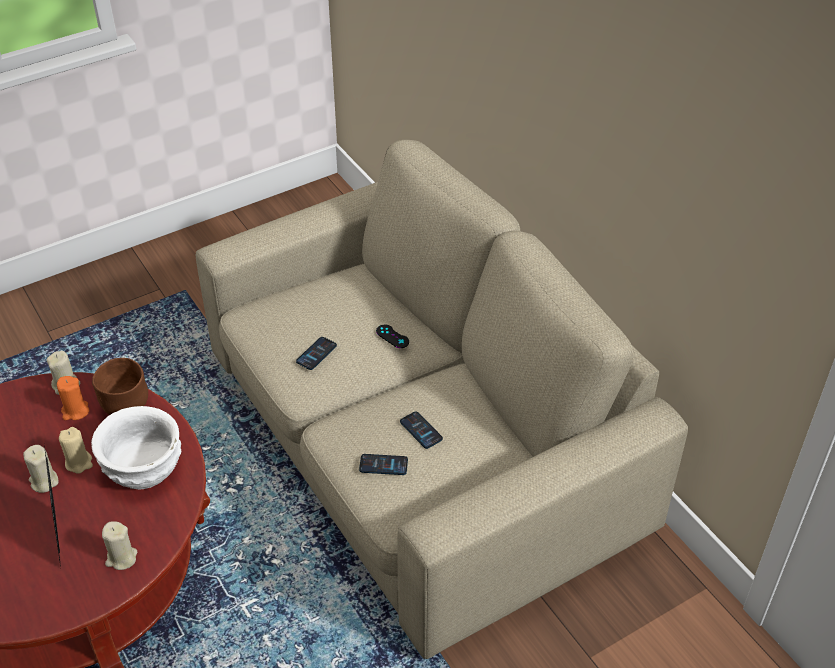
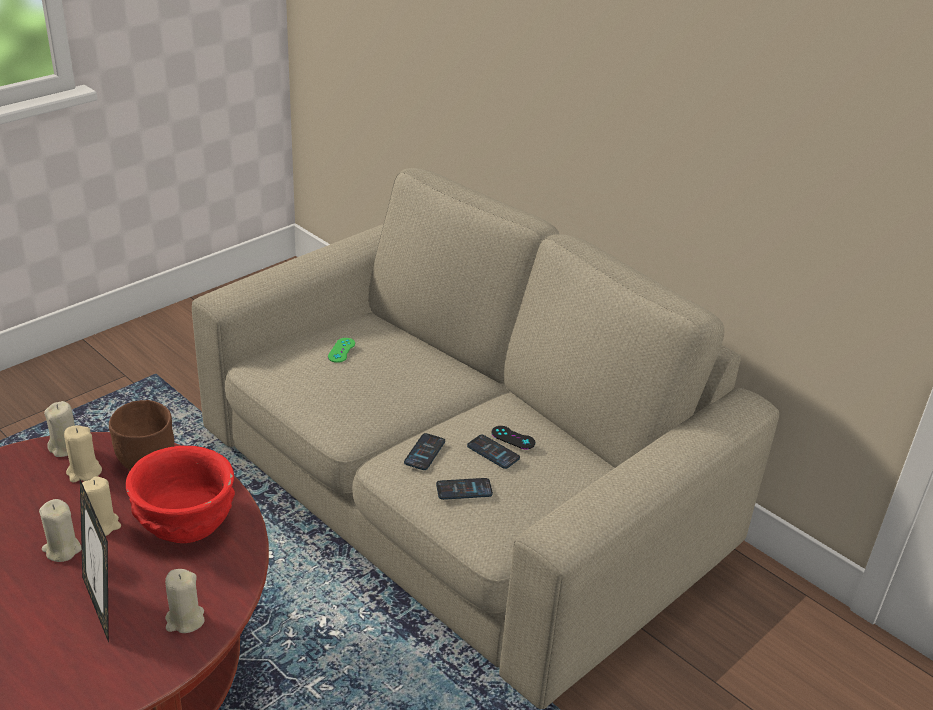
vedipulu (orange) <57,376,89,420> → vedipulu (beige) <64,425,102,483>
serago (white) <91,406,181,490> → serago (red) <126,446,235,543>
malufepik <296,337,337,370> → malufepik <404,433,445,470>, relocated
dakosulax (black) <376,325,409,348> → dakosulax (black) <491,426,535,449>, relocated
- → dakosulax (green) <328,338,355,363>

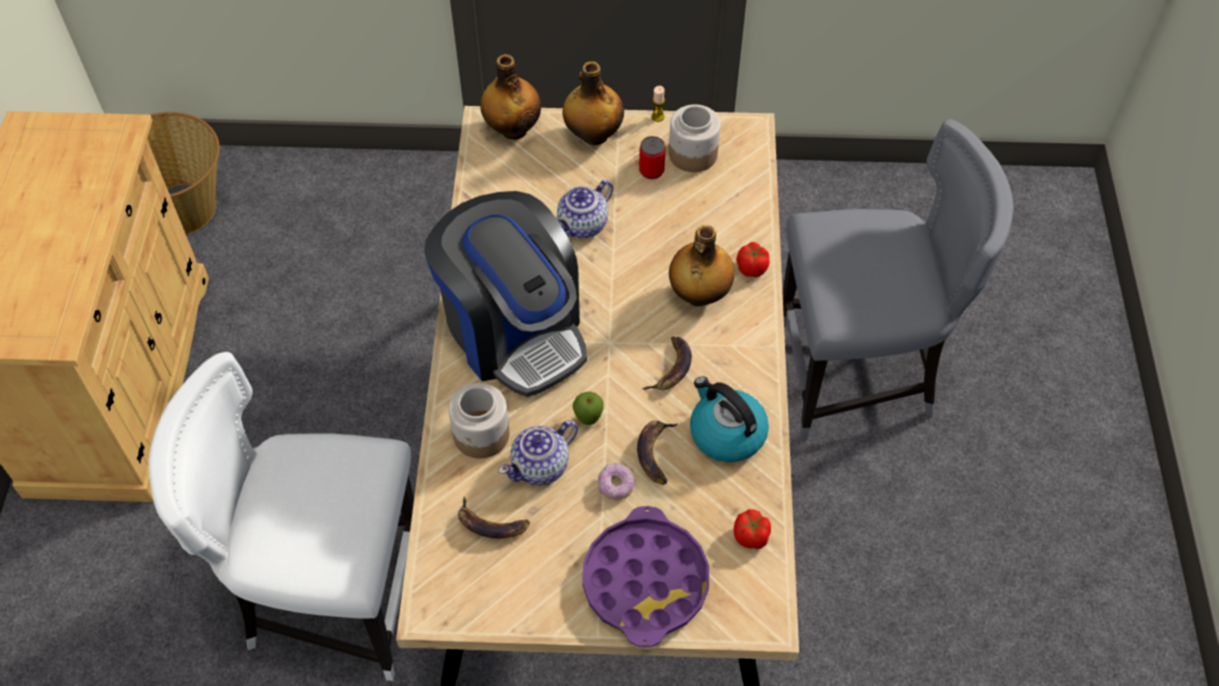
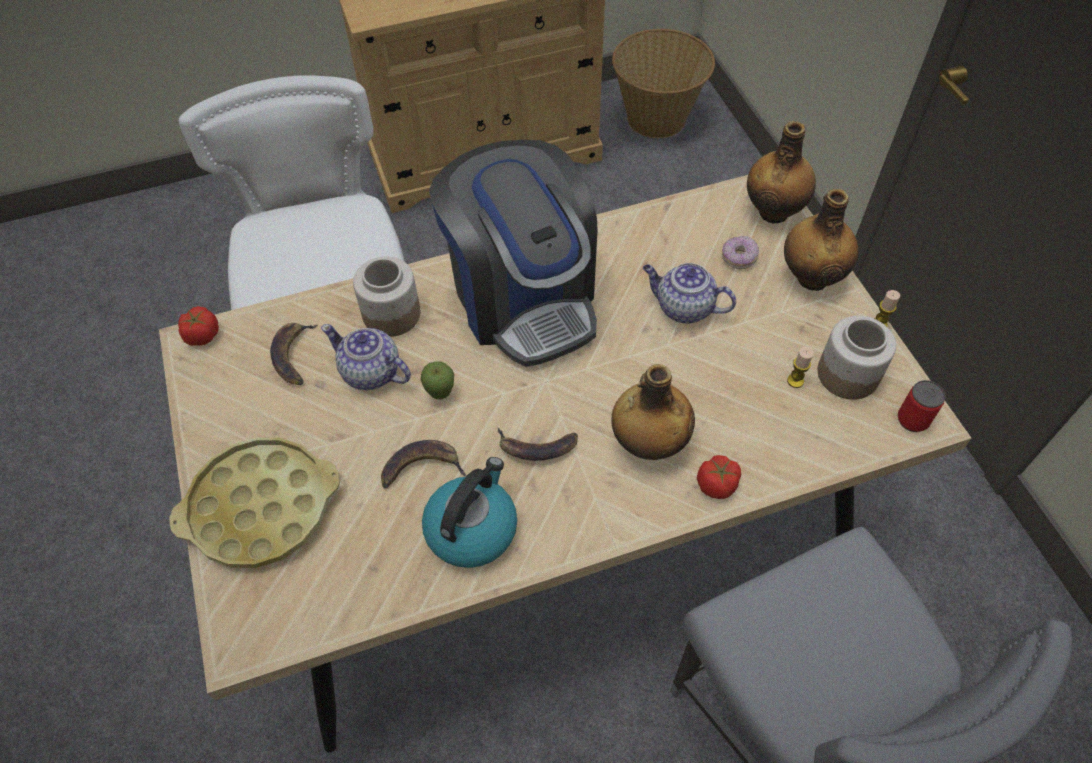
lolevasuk <424,191,587,397> → lolevasuk <429,140,598,367>, 60 degrees counterclockwise
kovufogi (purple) <582,506,709,647> → kovufogi (yellow) <170,438,340,568>
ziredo <598,463,635,500> → ziredo <722,236,759,269>, relocated
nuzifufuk <639,136,665,179> → nuzifufuk <898,380,946,432>, relocated
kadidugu <734,509,771,549> → kadidugu <178,306,219,346>, relocated
- → vedipulu <787,346,814,388>

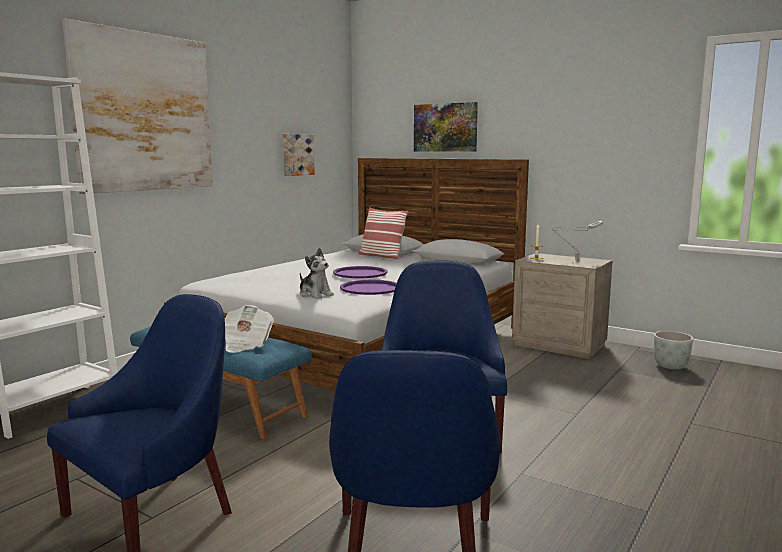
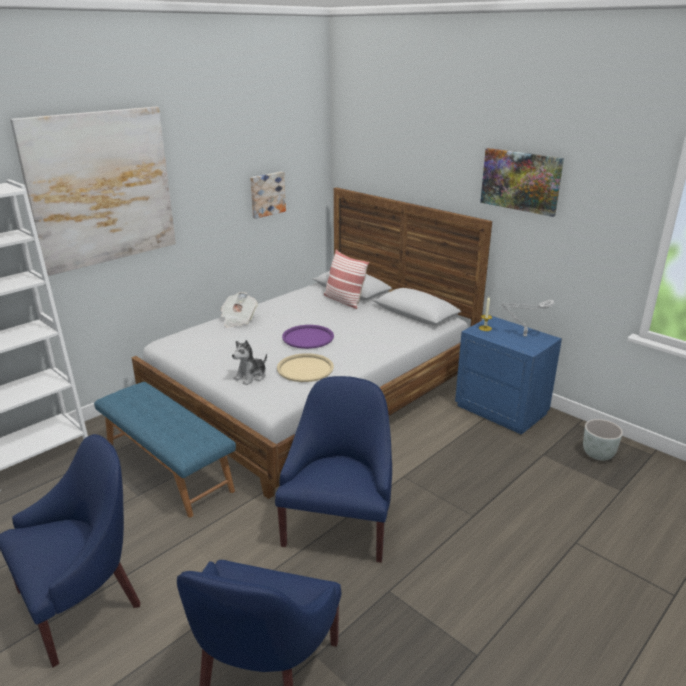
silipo <225,305,274,353> → silipo <221,292,258,328>, relocated
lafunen <300,248,334,299> → lafunen <232,340,267,385>, 75 degrees clockwise
kovufogi (purple) <340,280,397,295> → kovufogi (beige) <277,353,334,382>
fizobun <414,102,478,152> → fizobun <480,148,564,217>, relocated
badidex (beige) <512,253,613,359> → badidex (blue) <455,316,562,435>

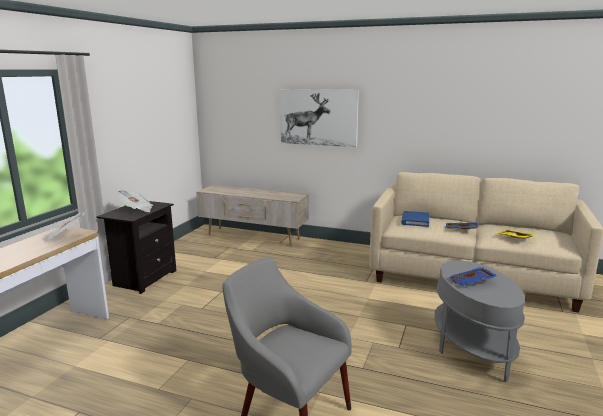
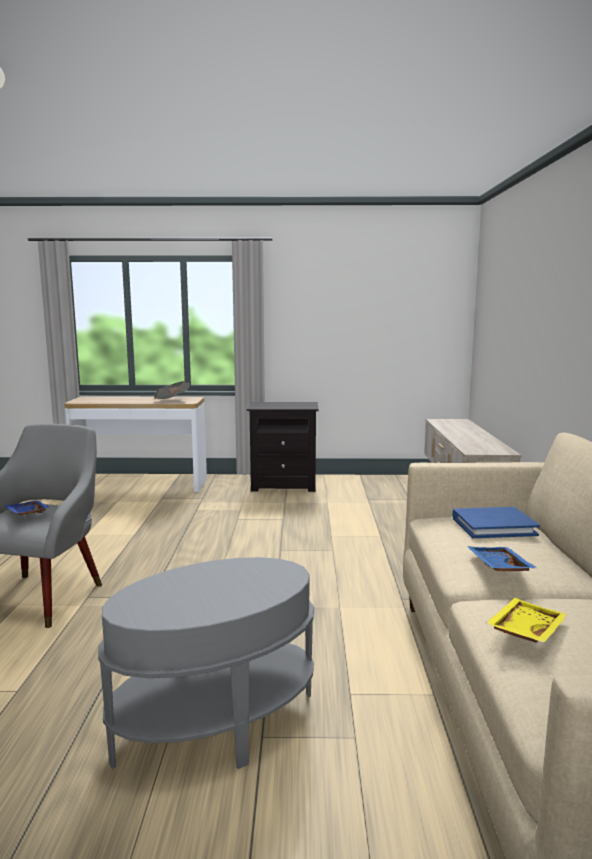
silipo <117,190,153,212> → -
fizobun <280,89,359,147> → -
kovufogi (blue) <448,267,497,286> → kovufogi (blue) <4,500,49,515>, relocated

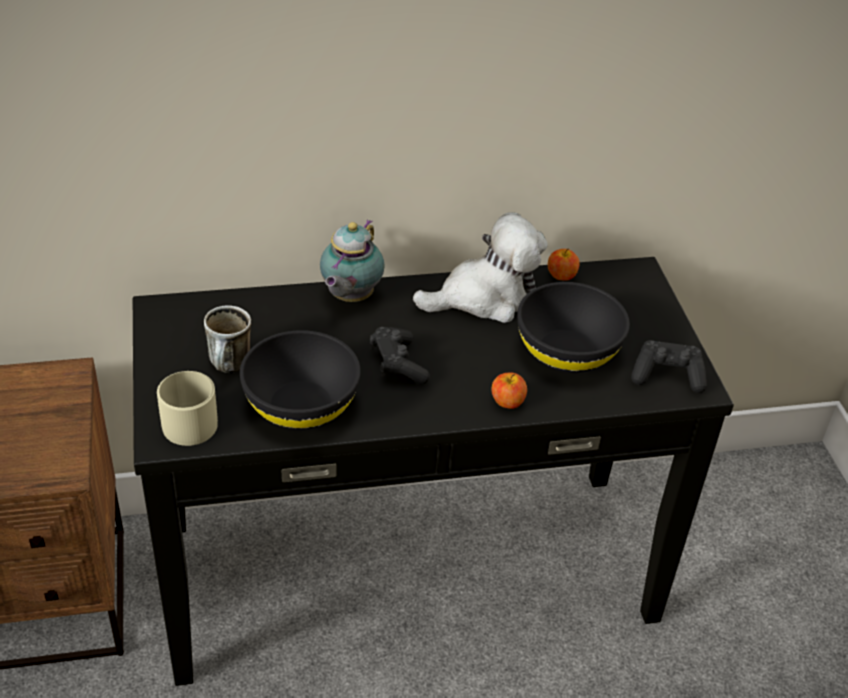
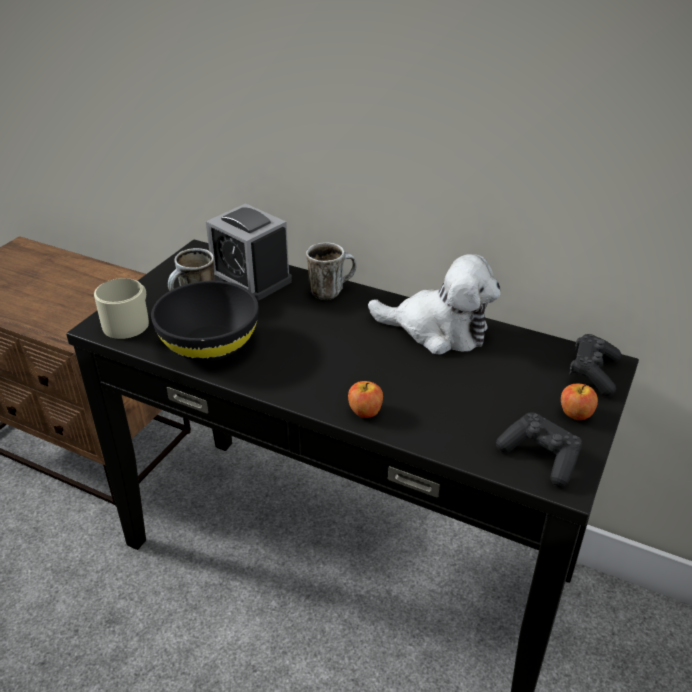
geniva <320,219,385,302> → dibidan <306,242,357,300>
dakosulax (black) <370,327,430,385> → dakosulax (black) <569,334,621,396>, relocated
serago (black) <517,282,630,373> → -
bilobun <548,248,580,281> → bilobun <561,384,598,420>, relocated
- → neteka <206,203,292,301>

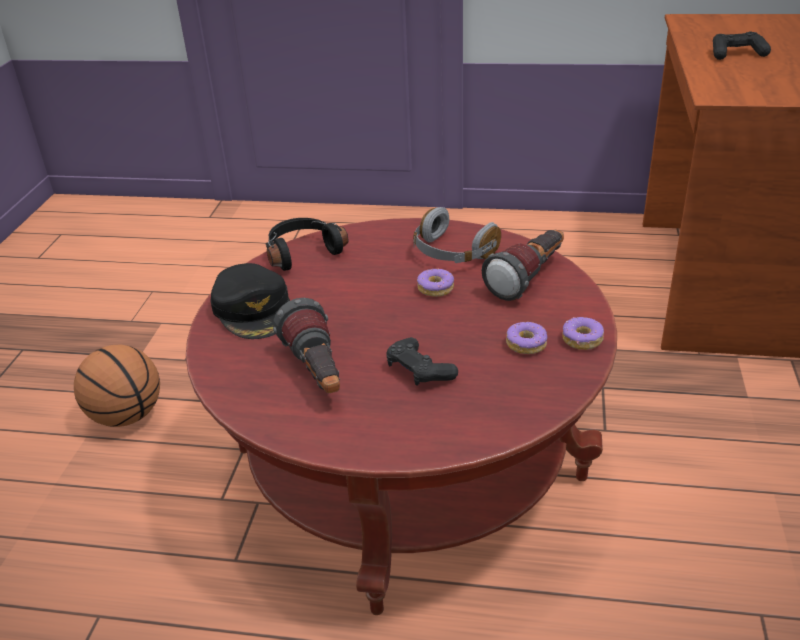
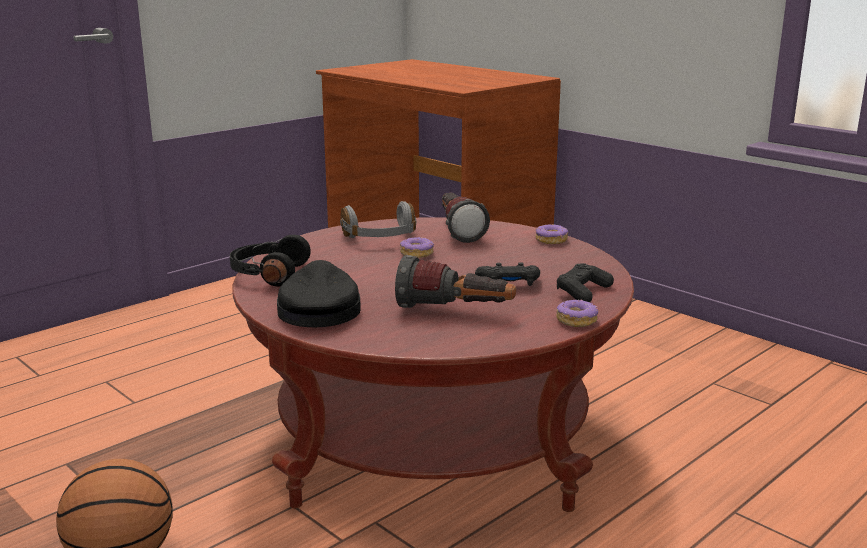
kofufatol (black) <210,263,290,339> → kofufatol (black) <277,260,361,327>, 105 degrees counterclockwise
ziredo <506,322,547,354> → ziredo <556,299,598,327>, relocated
dakosulax (black) <713,31,771,60> → dakosulax (black) <557,263,614,302>, relocated

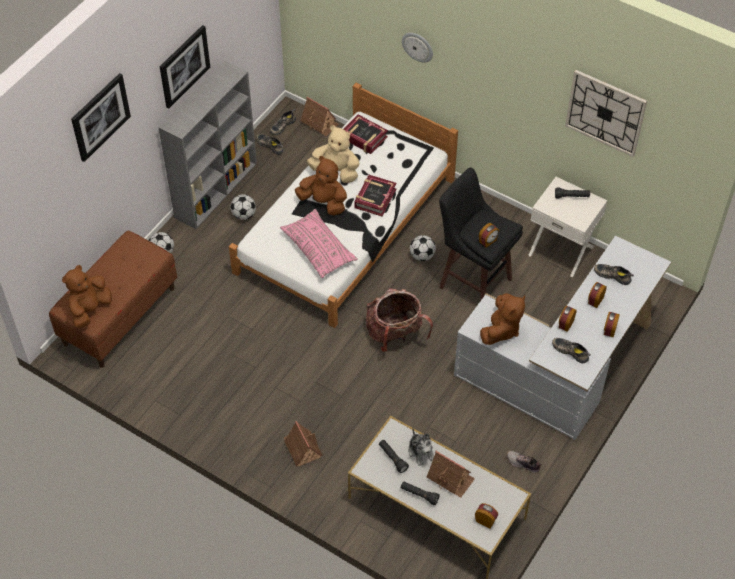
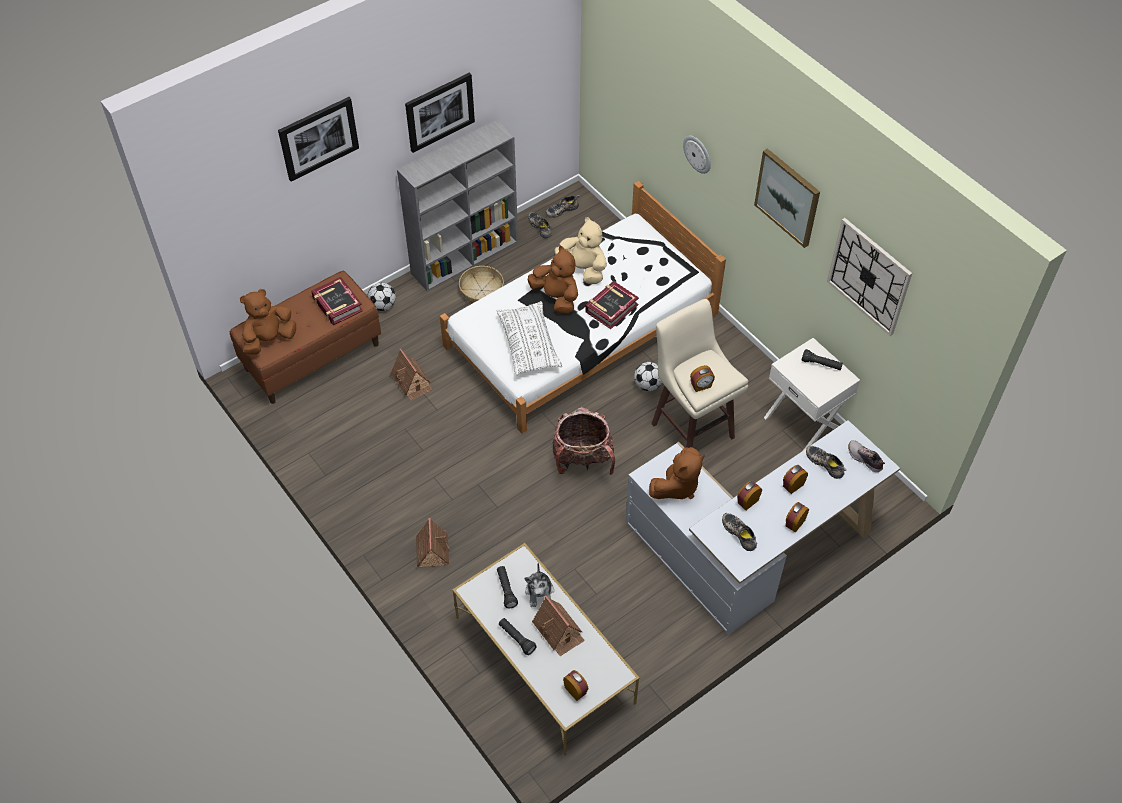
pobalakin <230,194,256,220> → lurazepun <459,266,504,303>
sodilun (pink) <280,209,358,278> → sodilun (white) <496,301,562,375>
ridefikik <300,97,339,136> → ridefikik <390,349,433,400>, relocated
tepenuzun <344,115,388,154> → tepenuzun <311,277,363,325>, relocated
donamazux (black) <439,167,523,301> → donamazux (beige) <651,299,748,448>
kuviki <507,451,542,473> → kuviki <848,440,885,472>, relocated
- → fizobun <754,148,820,248>

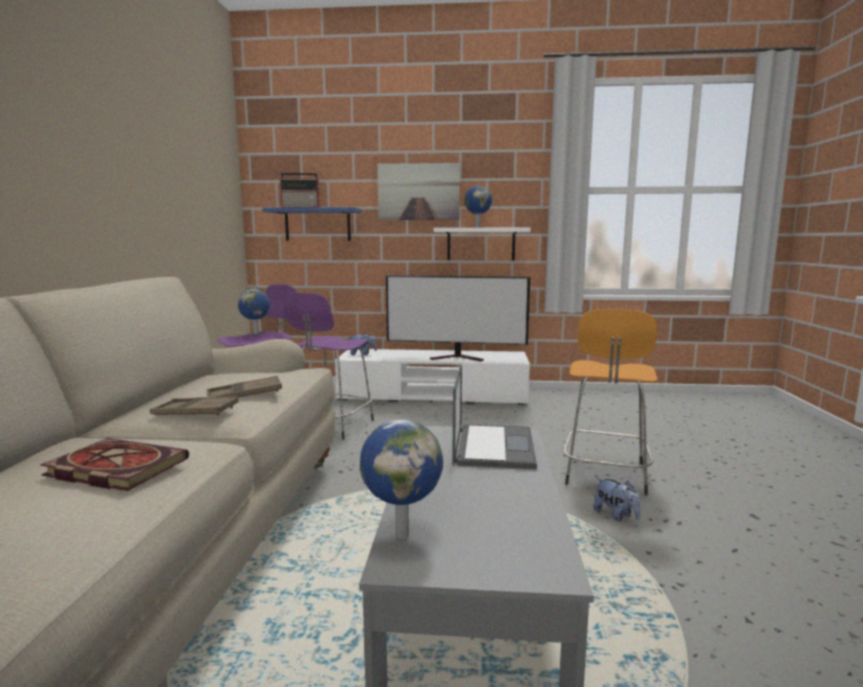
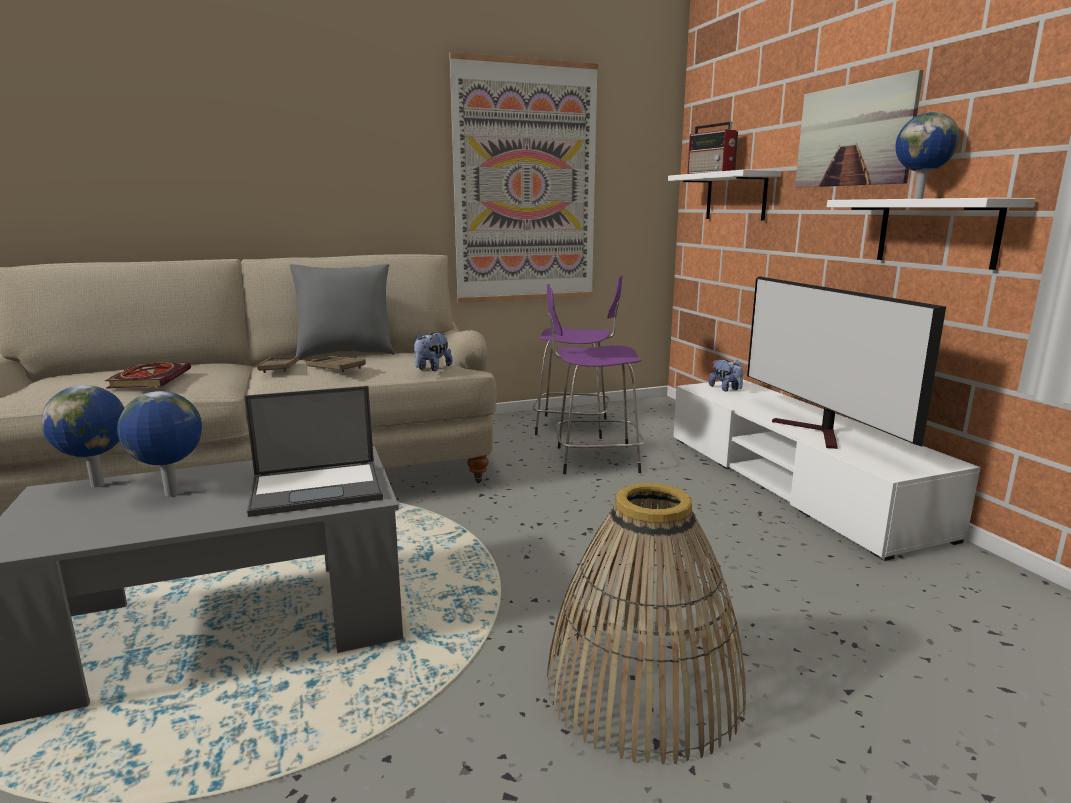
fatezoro <238,289,270,334> → fatezoro <117,391,202,497>, relocated
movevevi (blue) <262,207,362,241> → movevevi (white) <668,169,781,220>
donamazux (orange) <563,309,657,495> → lurazepun <547,483,746,764>
lafunen <593,478,641,521> → lafunen <414,332,452,371>, relocated
- → sodilun (grey) <290,264,395,360>
- → fizobun <449,52,598,303>

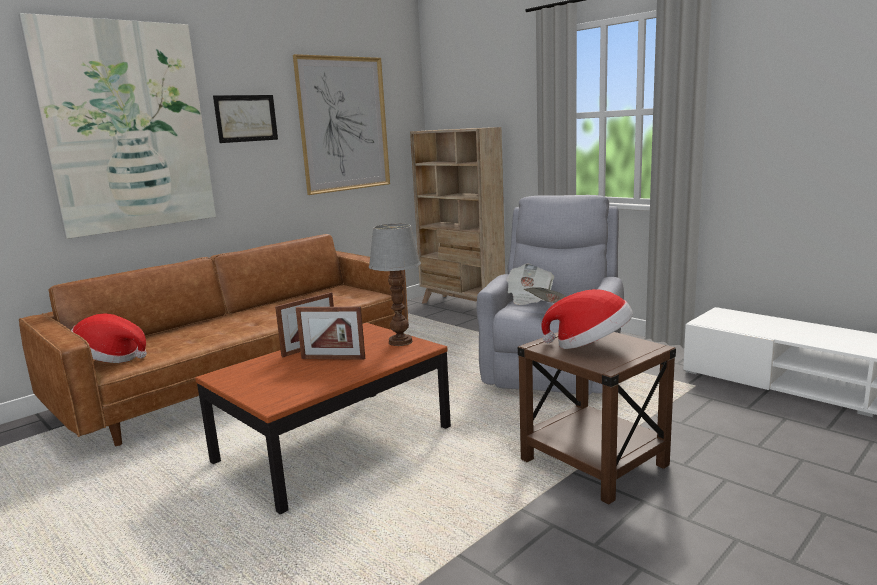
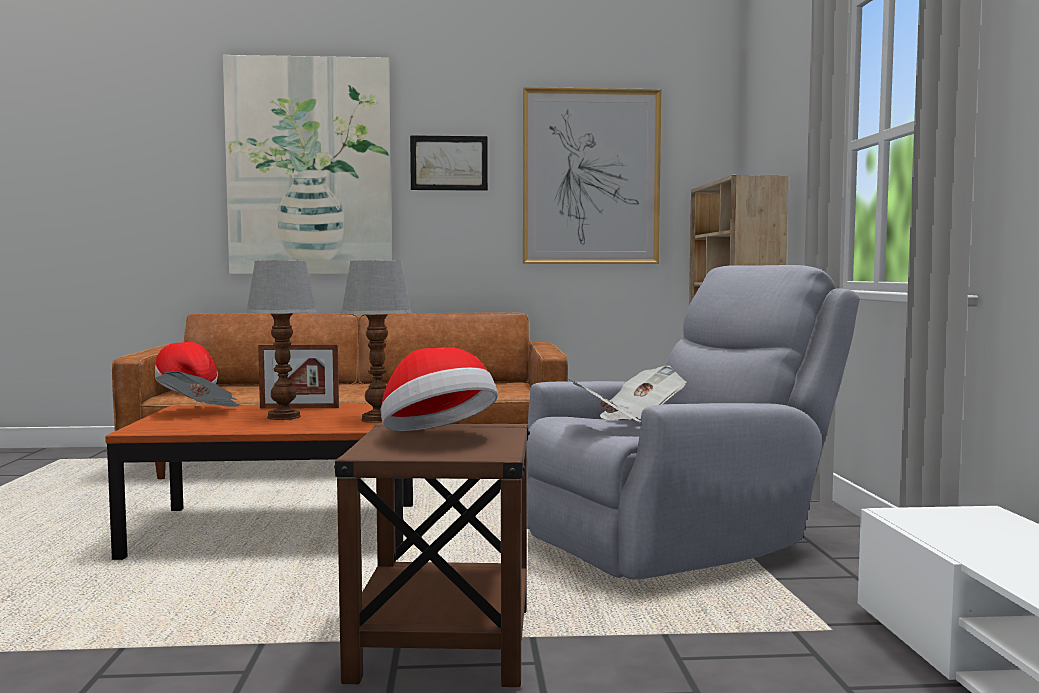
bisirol <296,307,365,360> → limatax <246,260,317,420>
- → silipo <156,371,241,407>

